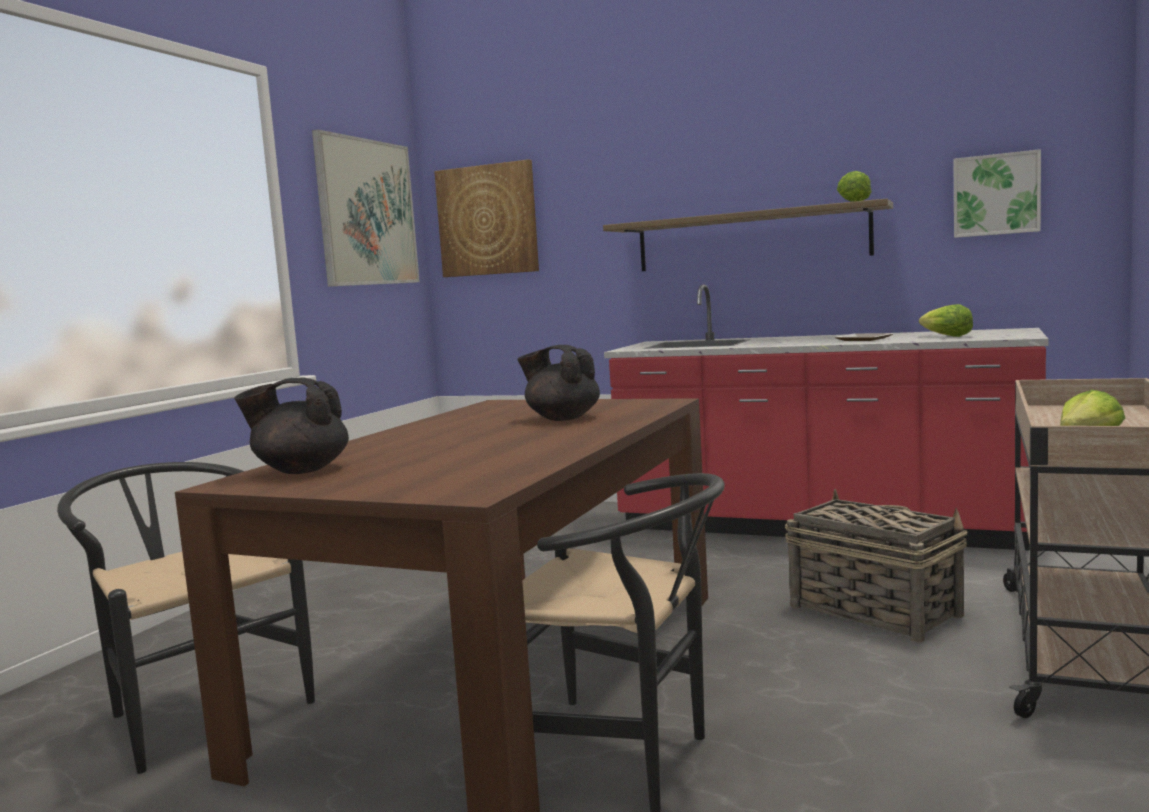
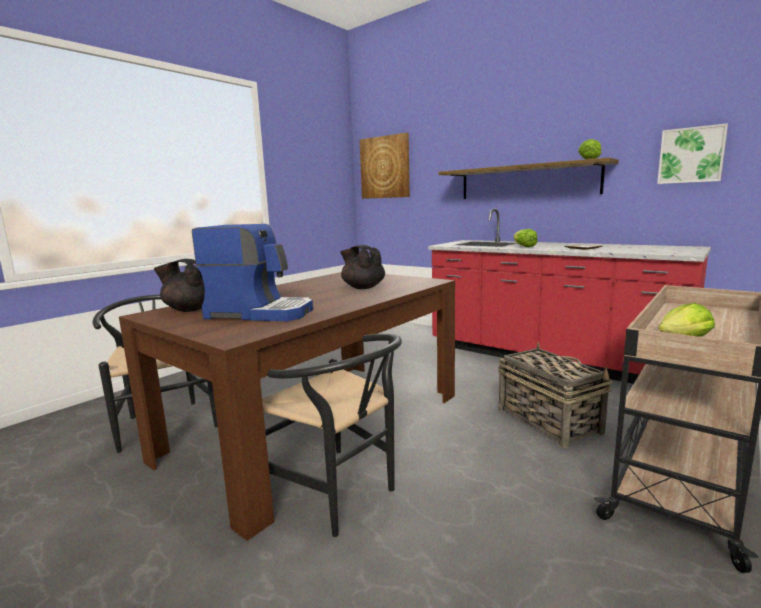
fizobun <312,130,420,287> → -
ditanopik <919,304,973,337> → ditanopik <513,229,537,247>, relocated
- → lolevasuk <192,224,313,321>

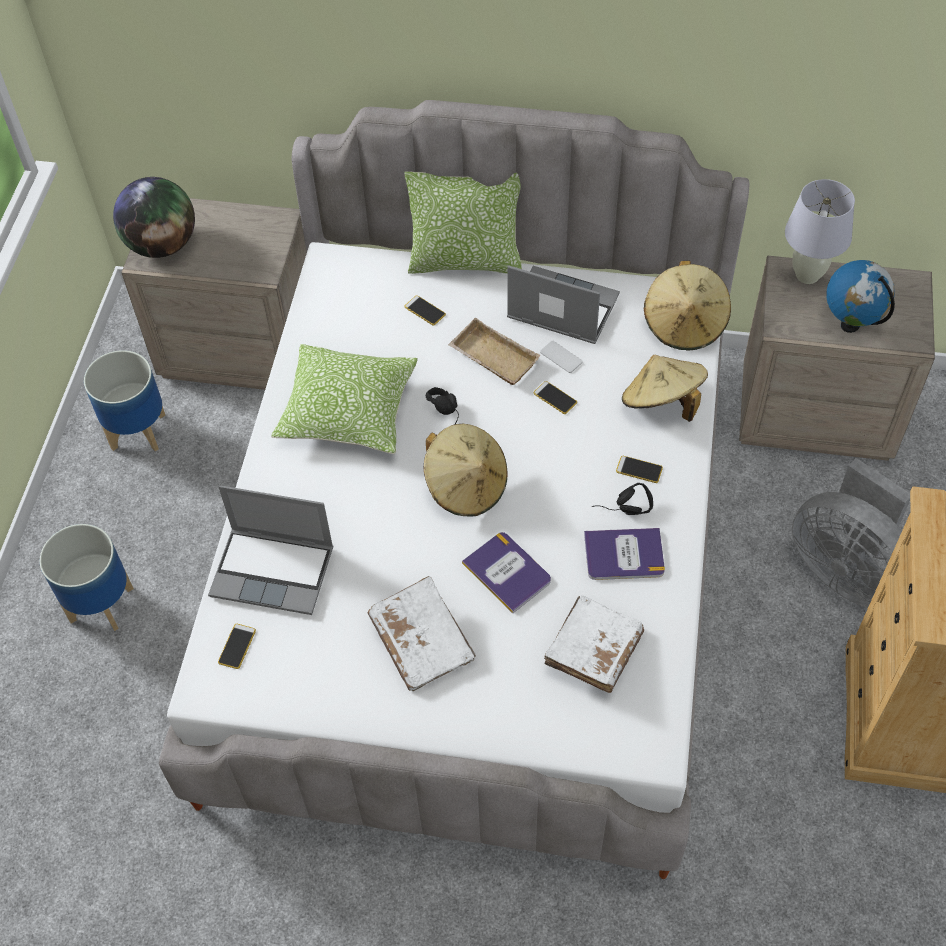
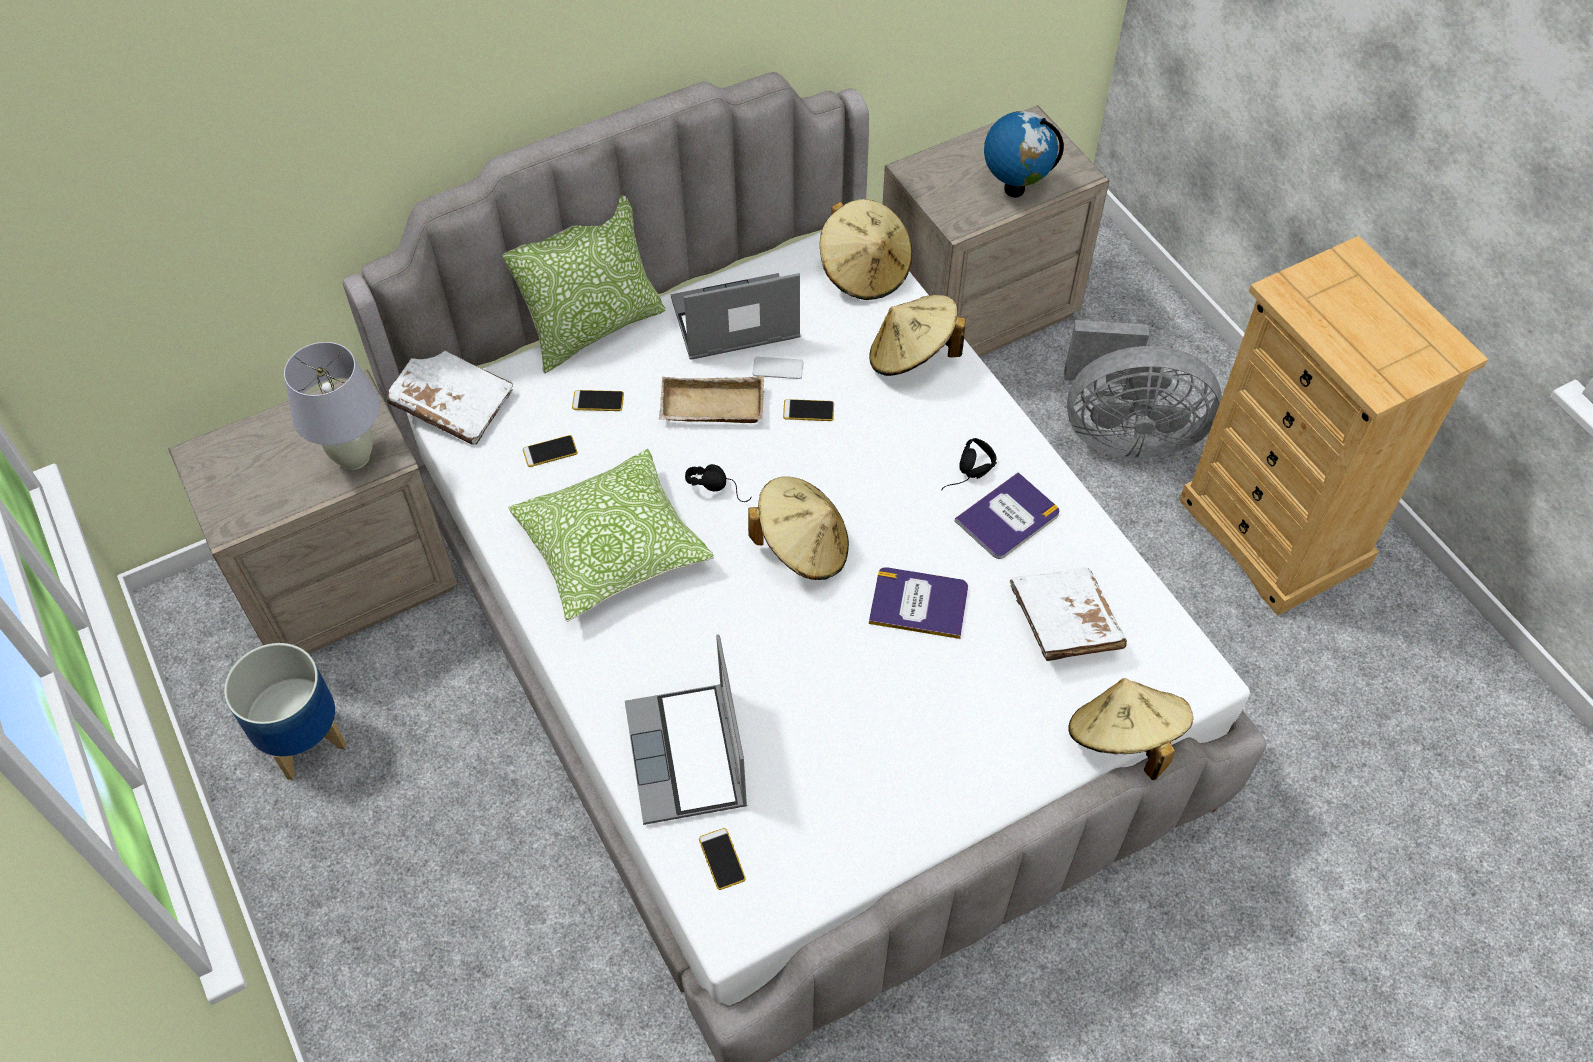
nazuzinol <40,524,134,631> → -
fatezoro <113,177,195,258> → -
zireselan <208,485,333,615> → zireselan <625,634,747,825>, 105 degrees clockwise
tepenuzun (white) <367,576,476,691> → tepenuzun (white) <387,351,513,445>, relocated
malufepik <616,456,663,483> → malufepik <523,435,578,467>, relocated
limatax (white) <785,179,855,284> → limatax (white) <284,342,380,470>, relocated
- → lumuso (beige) <1068,678,1193,780>

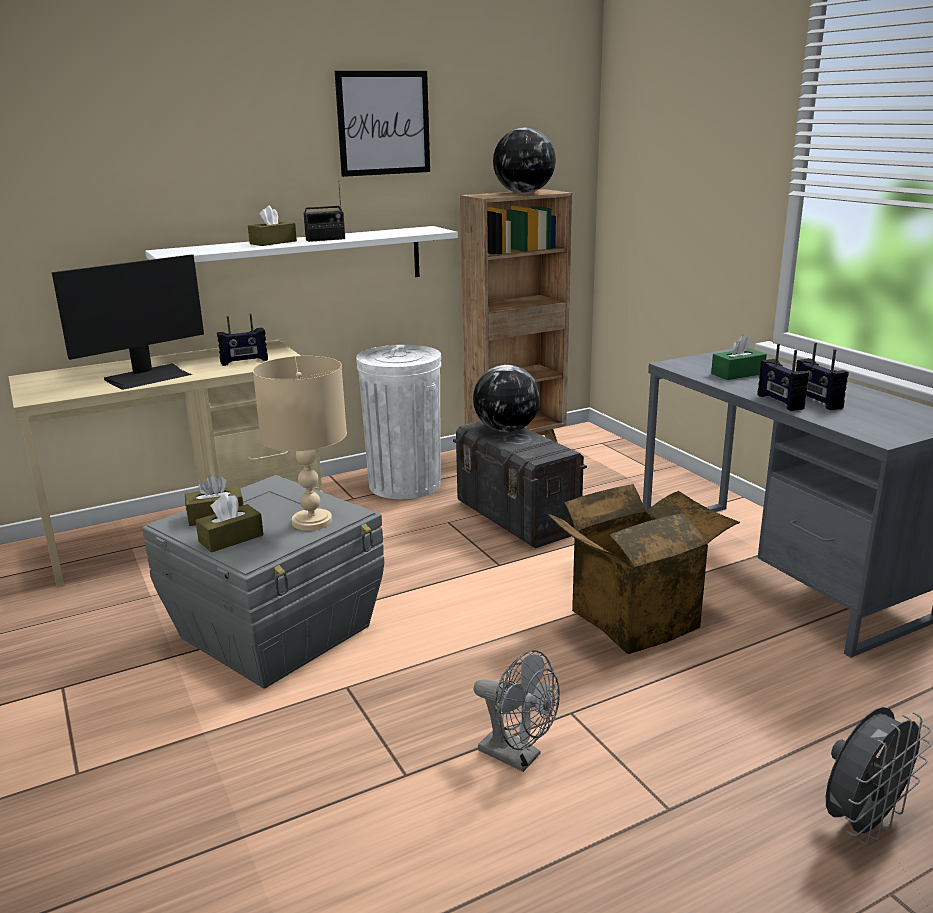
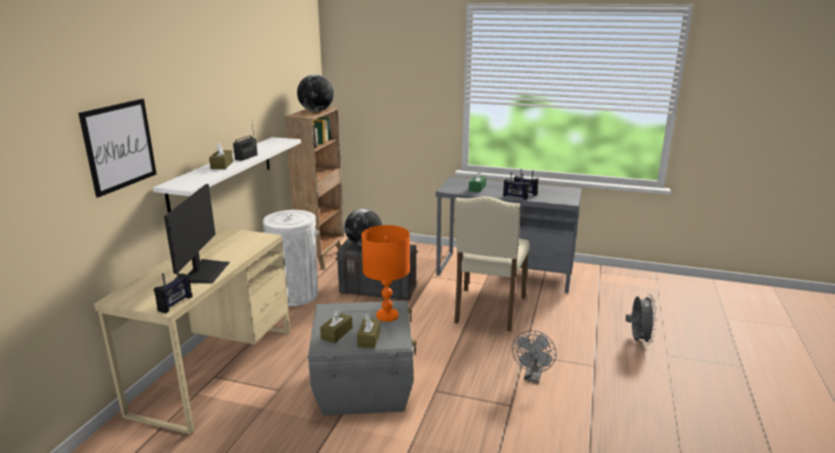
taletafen <217,314,268,366> → taletafen <154,266,192,313>, relocated
limatax (beige) <253,356,347,531> → limatax (orange) <362,225,410,322>
fizobun <335,71,430,177> → fizobun <78,99,157,198>, relocated
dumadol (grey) <474,650,560,772> → dumadol (grey) <512,330,556,383>, 120 degrees clockwise
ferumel <547,484,740,654> → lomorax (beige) <454,196,530,331>

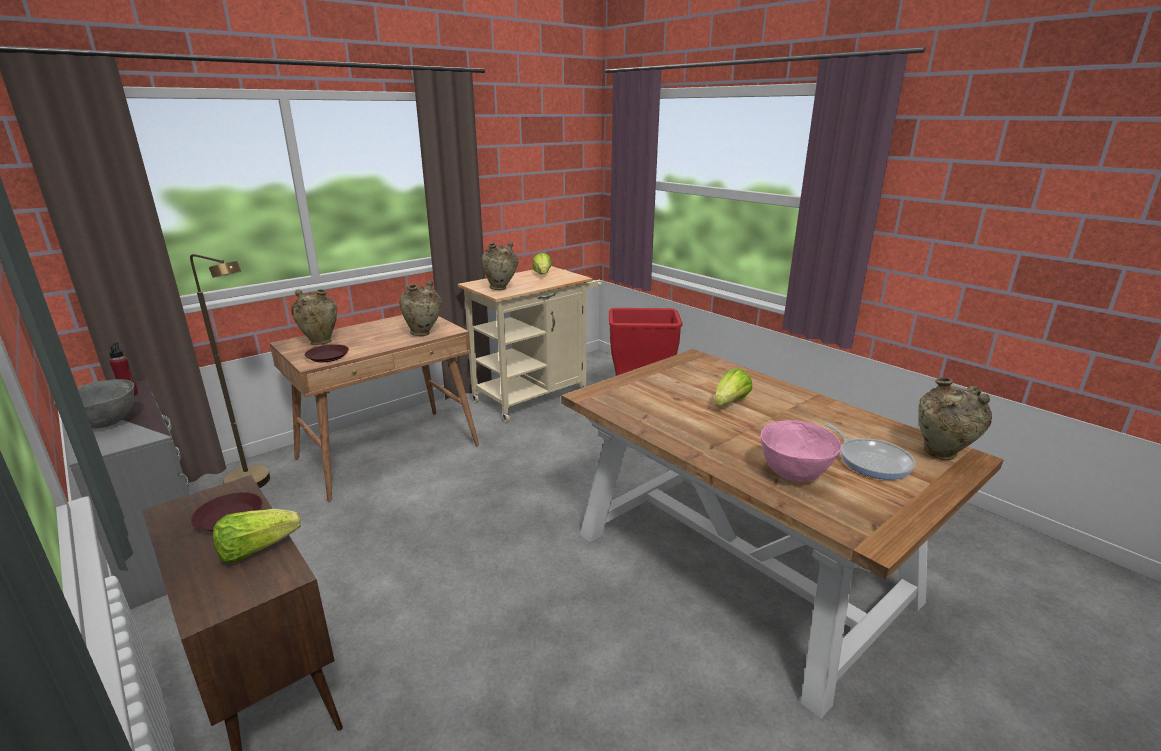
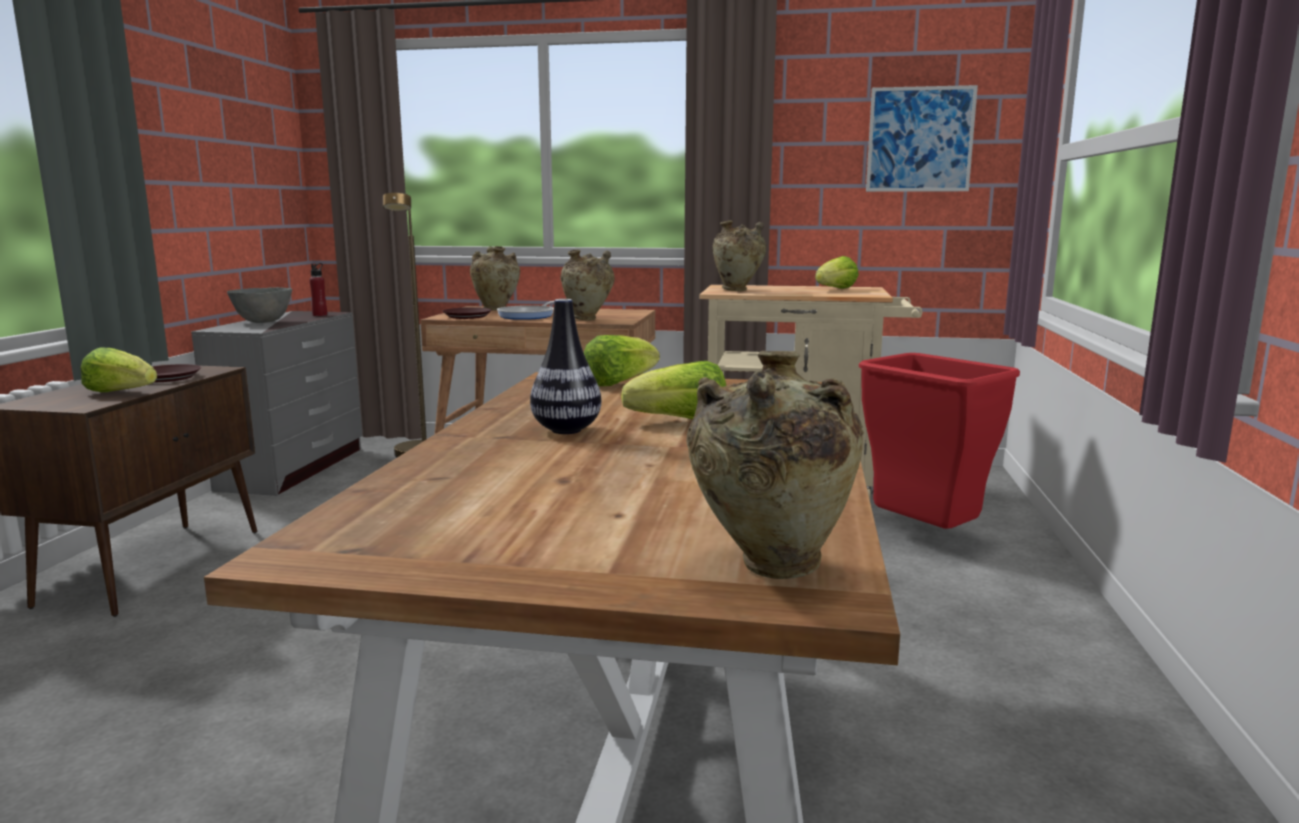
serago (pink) <761,420,842,482> → -
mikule <825,423,915,480> → mikule <497,301,554,320>, relocated
- → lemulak <530,299,601,434>
- → ditanopik <584,335,660,386>
- → fizobun <866,85,978,192>

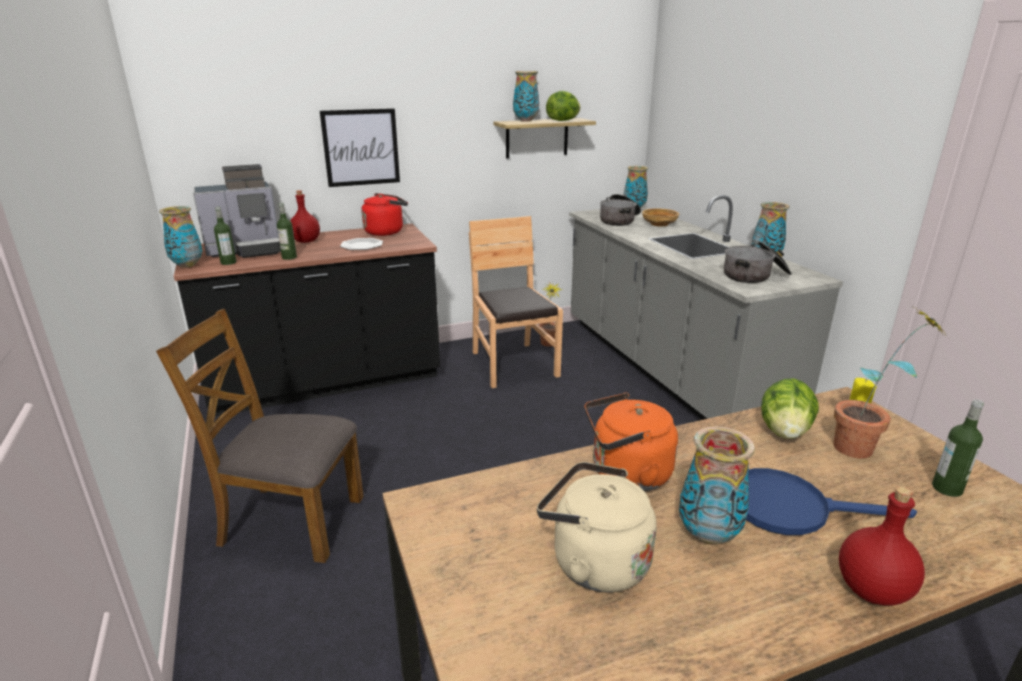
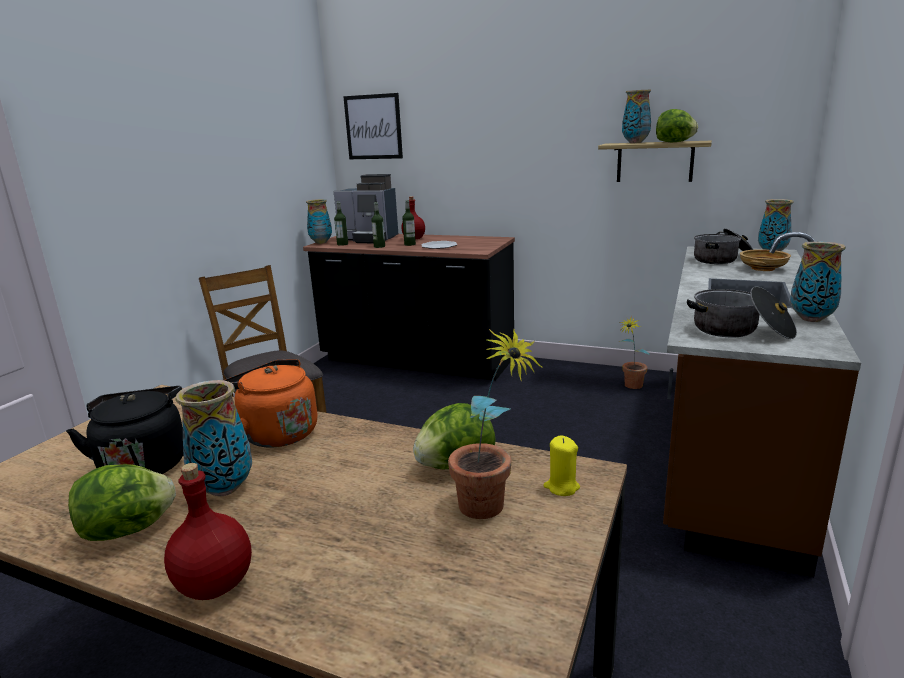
fizobun <320,108,400,187> → fizobun <343,93,403,159>, relocated
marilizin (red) <361,193,408,236> → -
lomorax (brown) <469,216,563,388> → -
marilizin (beige) <537,462,657,593> → marilizin (black) <66,386,183,474>
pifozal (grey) <569,195,843,420> → pifozal (brown) <663,232,861,577>
mikule (blue) <746,468,917,535> → -
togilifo <932,399,984,497> → togilifo <403,200,416,246>, relocated
- → ditanopik <68,464,176,541>

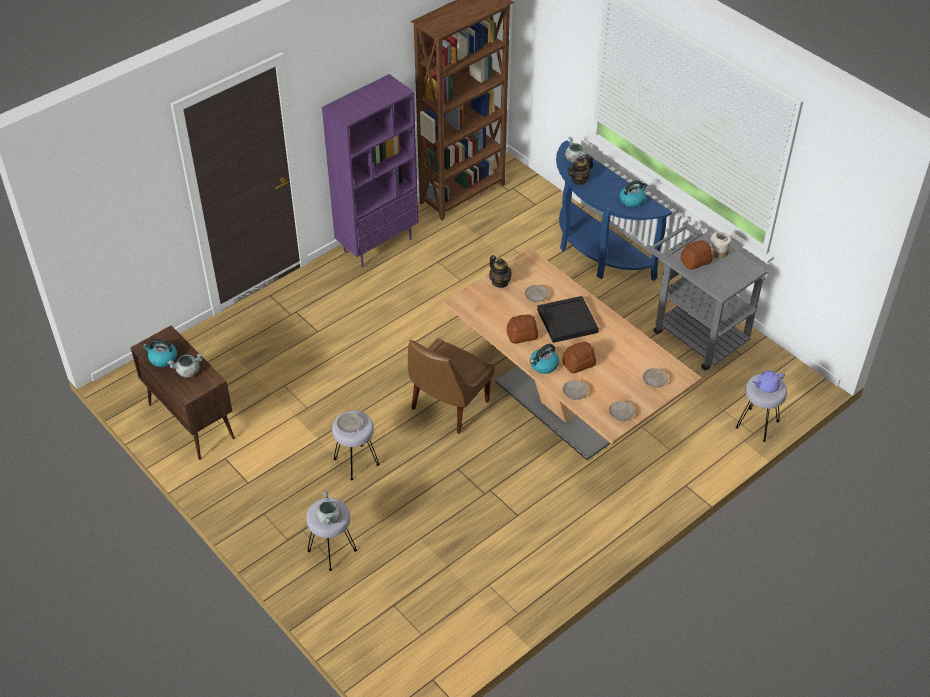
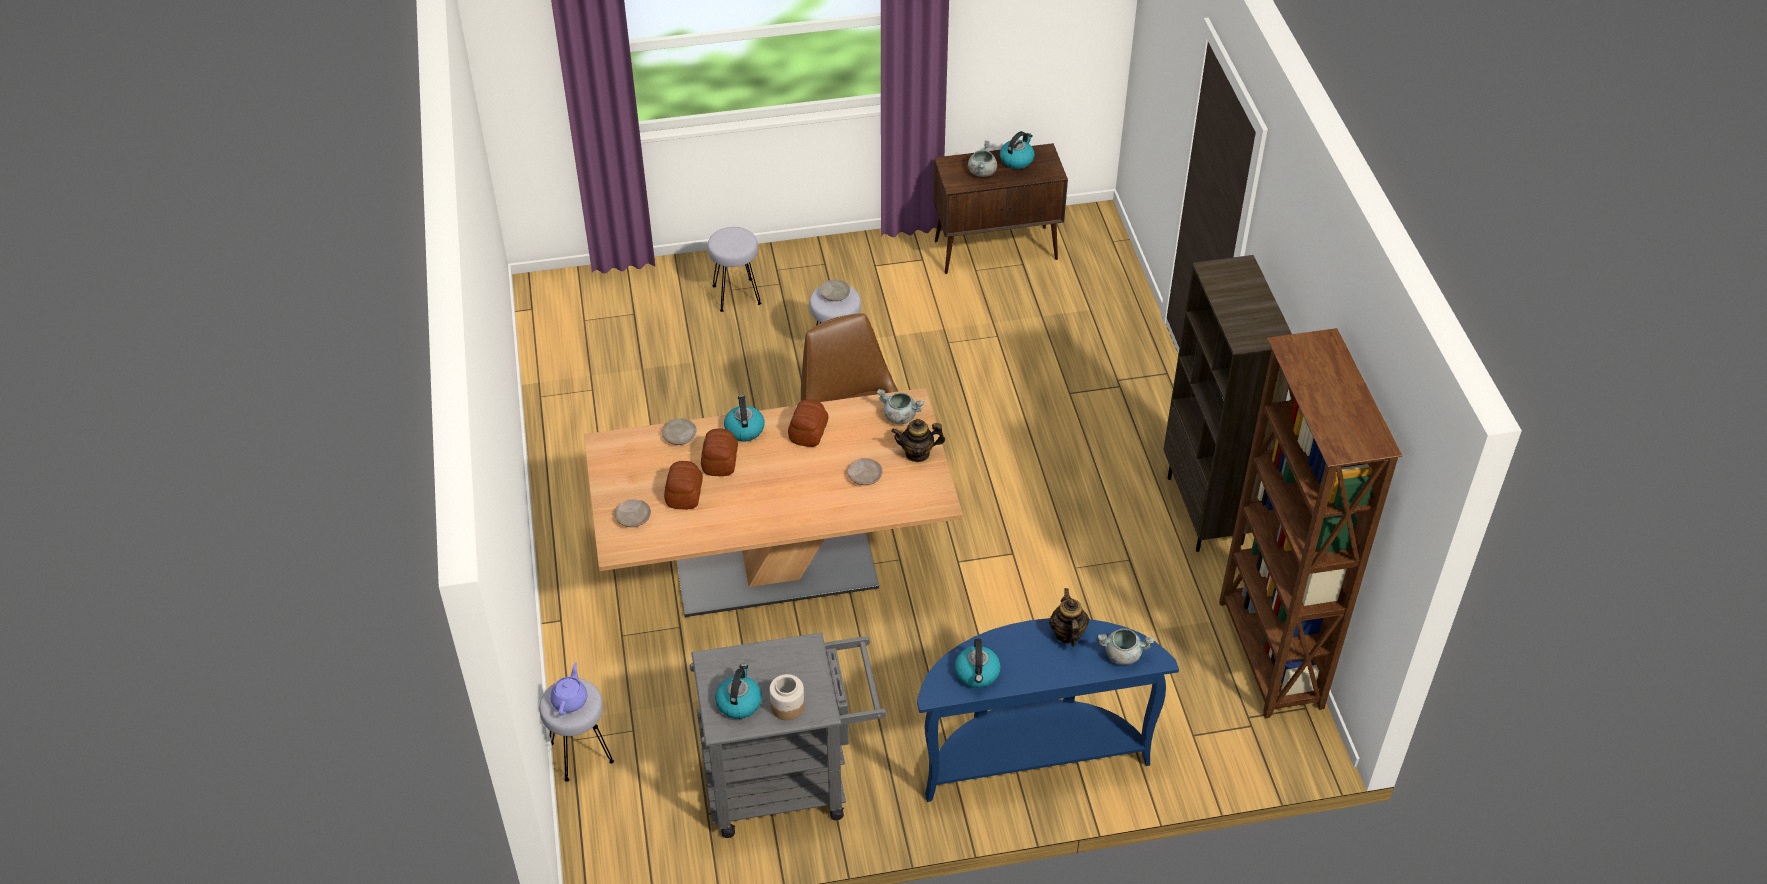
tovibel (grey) <316,491,342,525> → tovibel (grey) <877,389,924,424>, relocated
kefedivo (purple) <322,74,418,267> → kefedivo (brown) <1163,255,1292,552>
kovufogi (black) <537,296,599,343> → -
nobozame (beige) <609,401,634,421> → -
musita <681,240,713,270> → musita <664,461,703,510>, relocated
- → marilizin <715,664,762,719>

